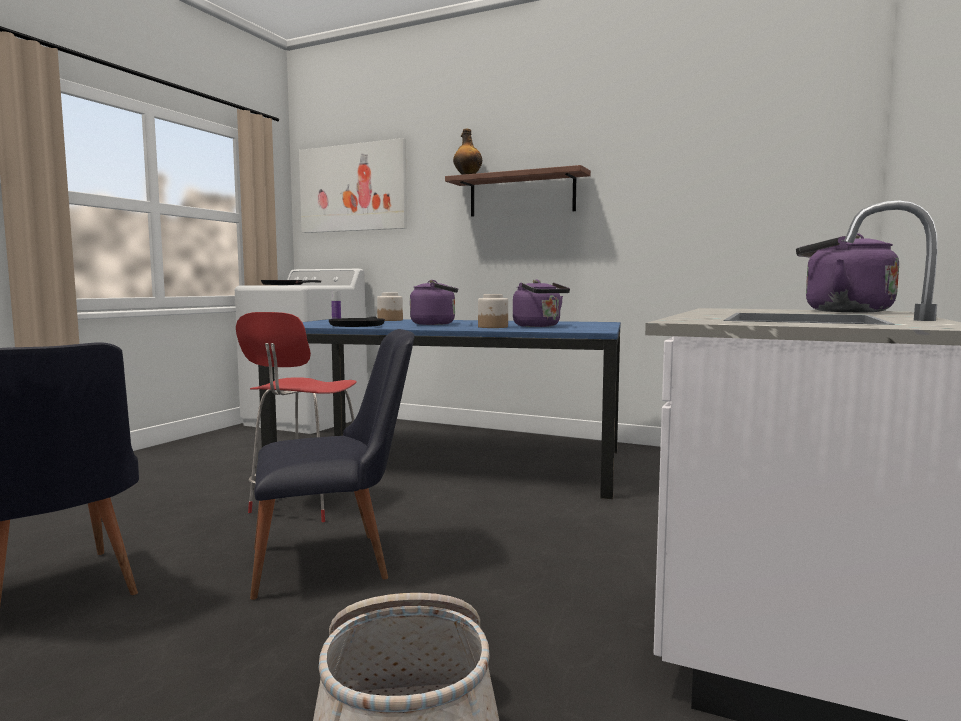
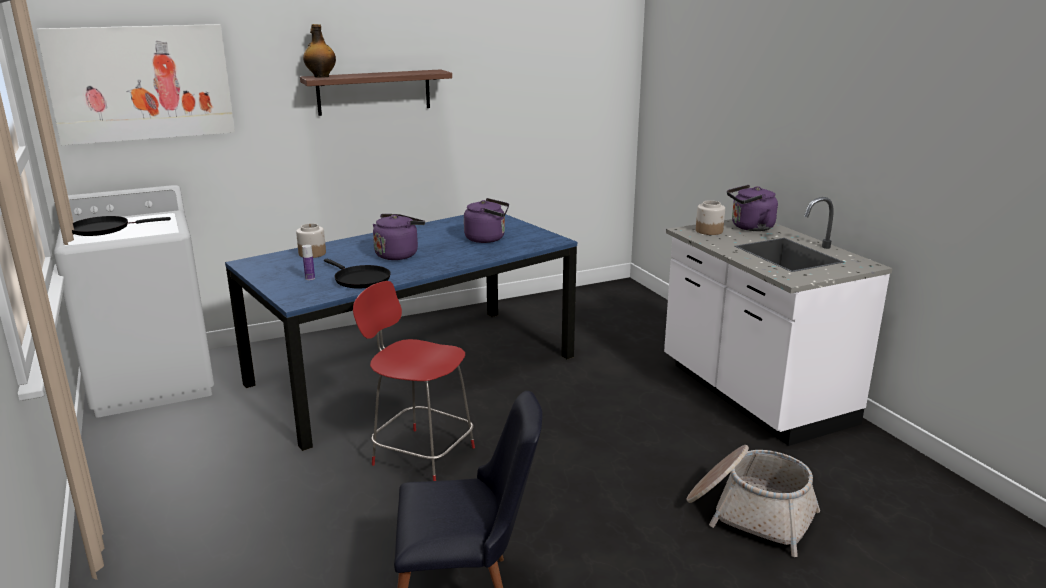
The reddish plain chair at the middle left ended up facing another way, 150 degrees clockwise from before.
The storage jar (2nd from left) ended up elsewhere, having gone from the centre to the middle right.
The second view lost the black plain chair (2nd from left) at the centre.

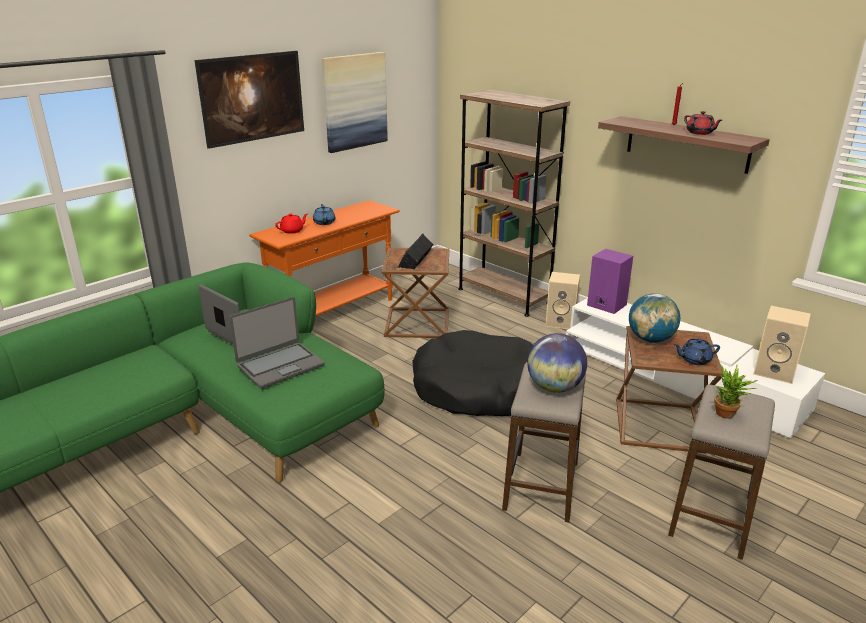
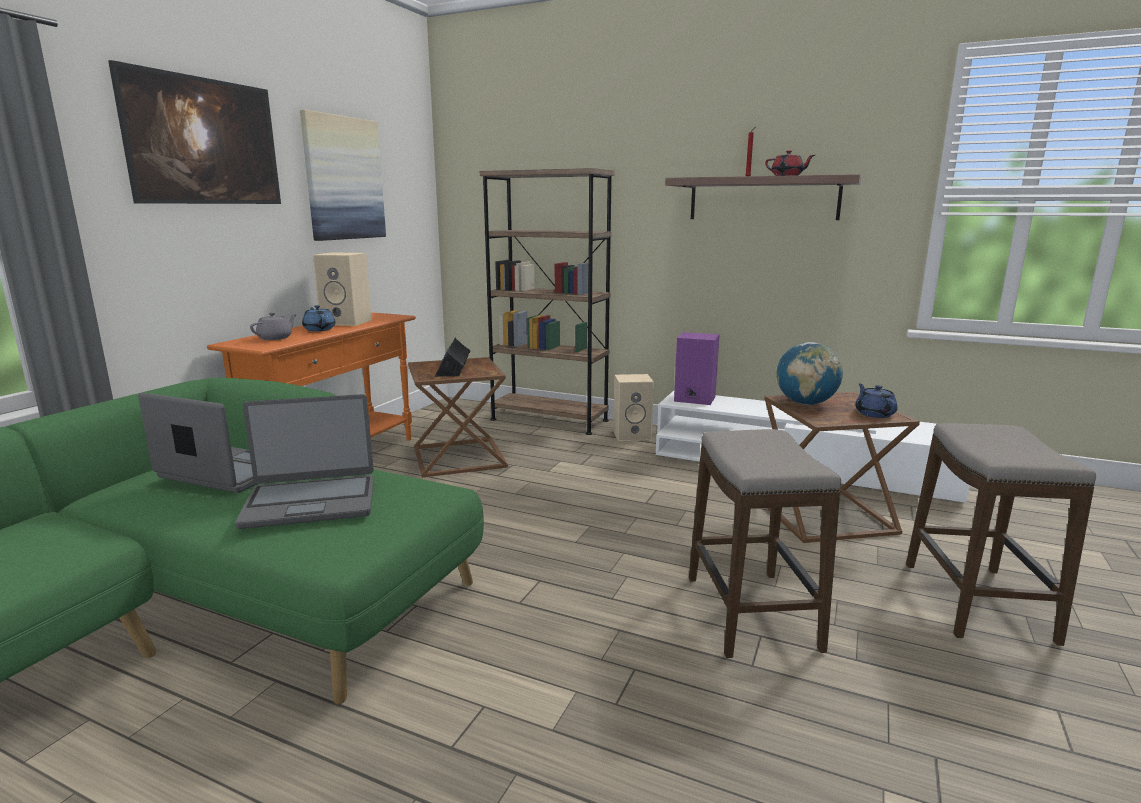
The portable computer (2nd from left) at the middle left ended up facing another way, 45 degrees clockwise from before.
What was the reddish teapot (1st from left) at the centre turned into the gray teapot at the middle left.
The beige-coloured loudspeaker (2nd from left in the first image) ended up elsewhere, having gone from the middle right to the middle left.
The blue-coloured teapot (2nd from left) at the middle right ended up facing another way, 105 degrees clockwise from before.
The second view lost the black dog cushion at the centre.
The second view lost the world globe (1st from left) at the centre.
The second view lost the potted plant at the middle right.

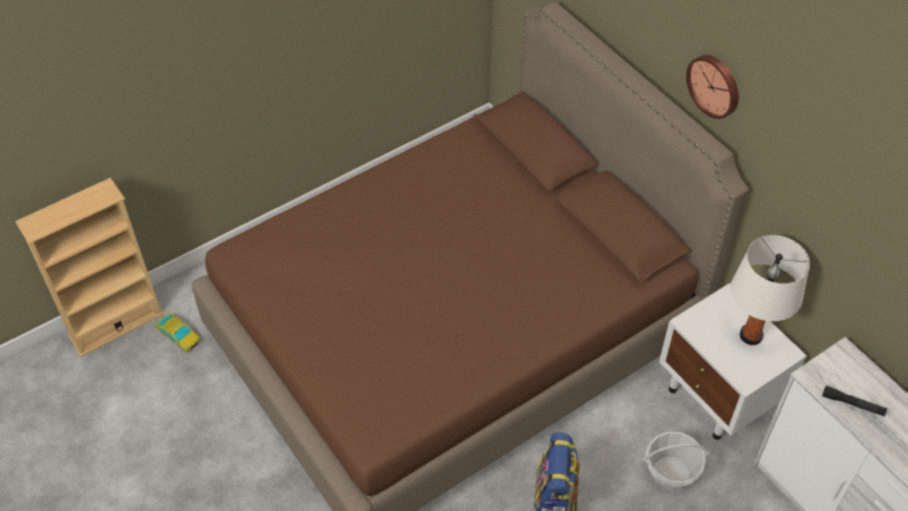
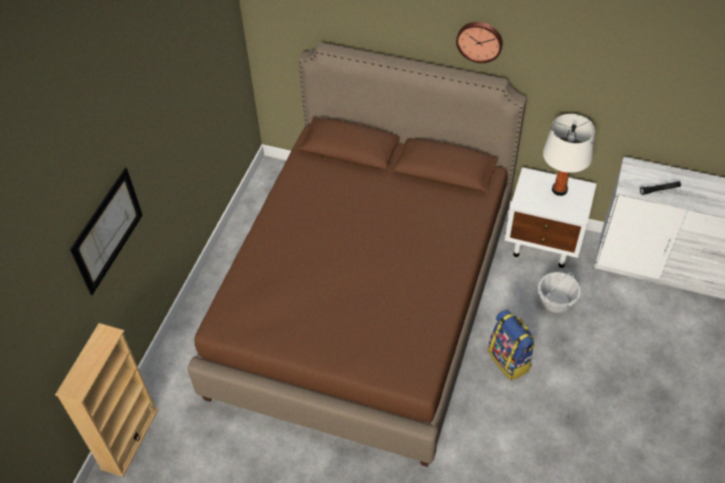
The second view gained the wall art at the middle left.
The second view lost the toy car at the middle left.

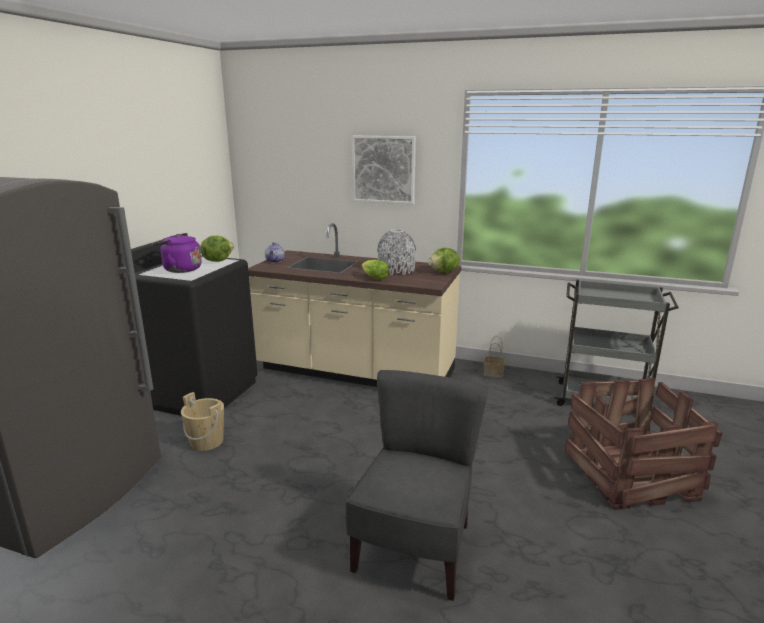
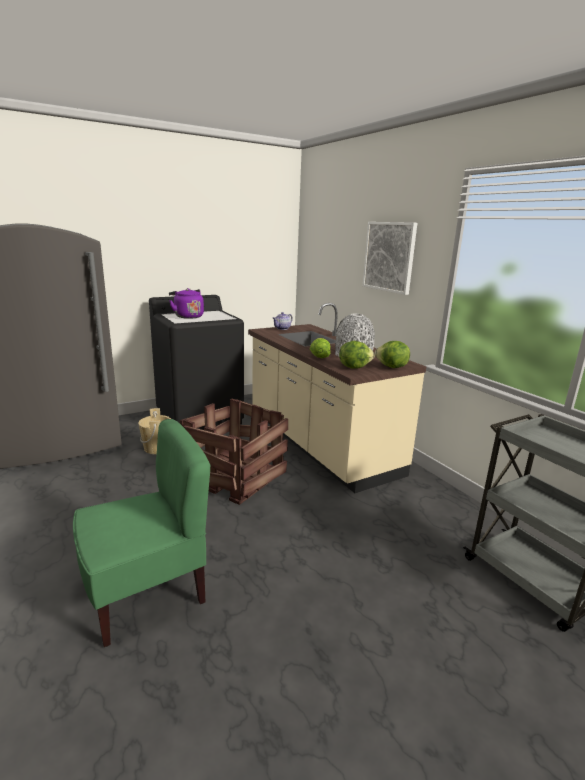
What was the gray plain chair at the bottom centre turned into the green plain chair at the bottom left.
The shipping crate ended up elsewhere, having gone from the bottom right to the centre.
The lettuce head (1st from left in the first image) ended up elsewhere, having gone from the middle left to the centre.
The second view lost the household basket at the centre.

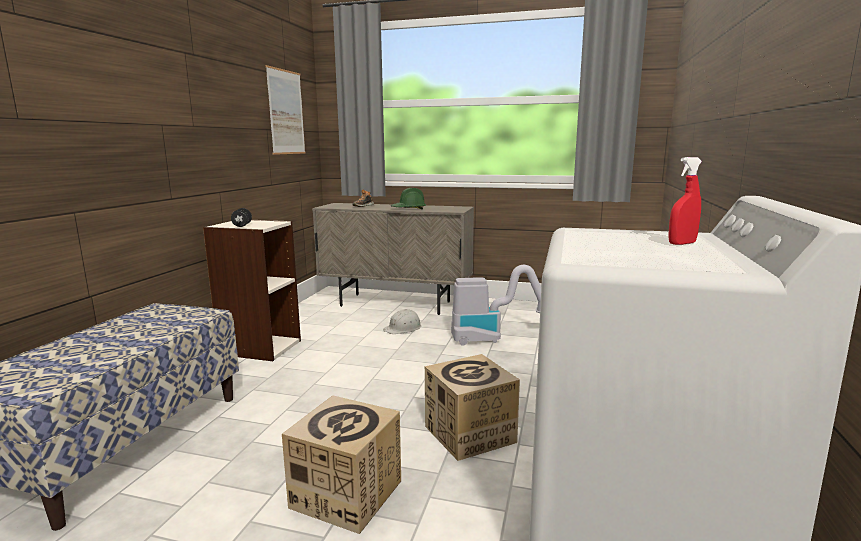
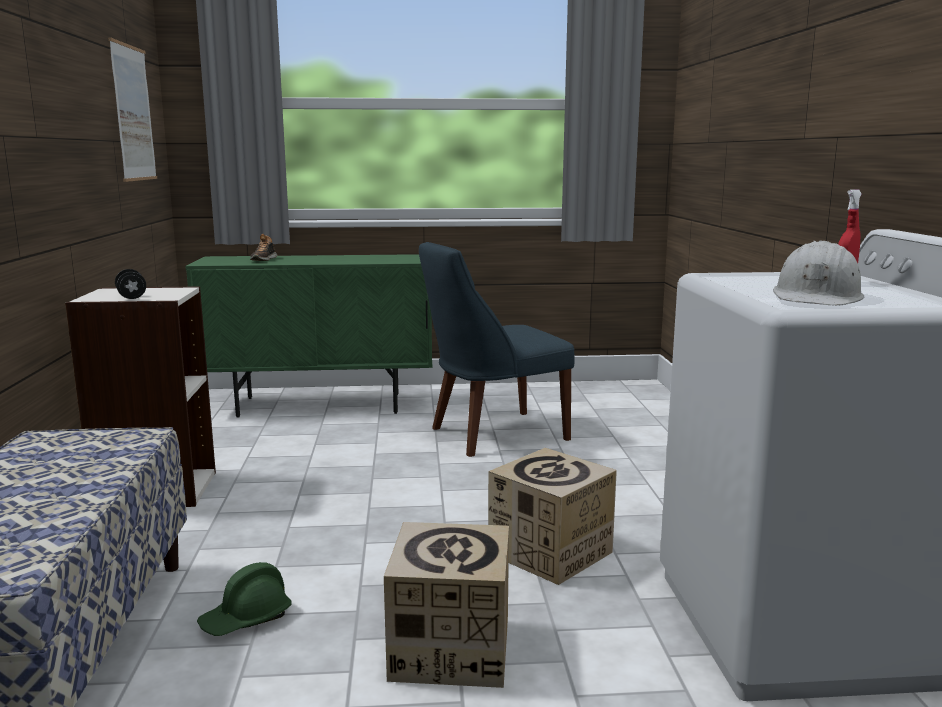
What was the beige-coloured storage cabinet at the centre turned into the green storage cabinet at the middle left.
The green hard hat ended up elsewhere, having gone from the centre to the bottom left.
Where the vacuum stood at the centre, the blue-coloured plain chair came to stand at the centre.
The white-coloured hard hat ended up elsewhere, having gone from the centre to the middle right.

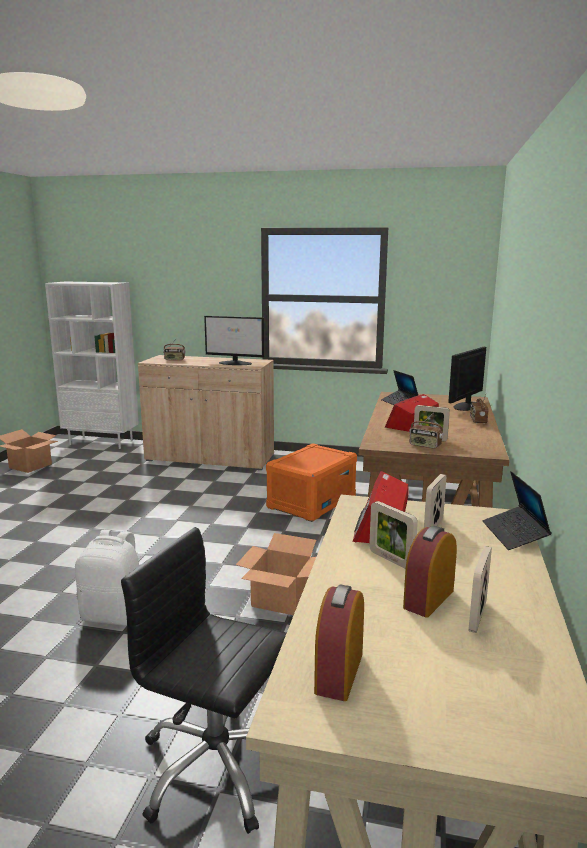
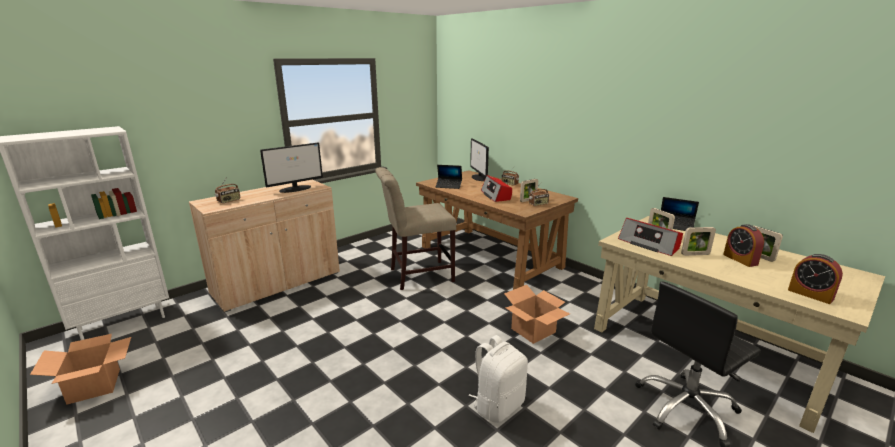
Where the orange-coloured storage box stood at the centre, the beige-coloured plain chair came to stand at the centre.

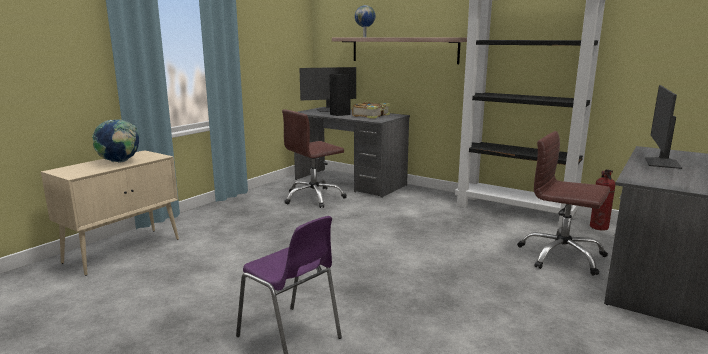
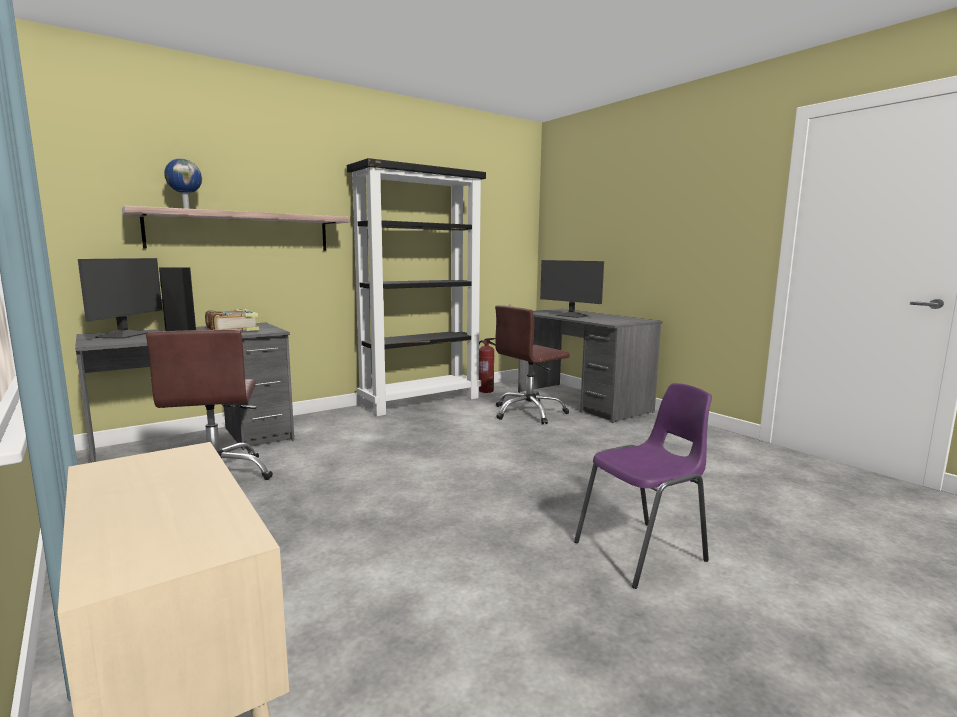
The second view lost the world globe (1st from left) at the middle left.

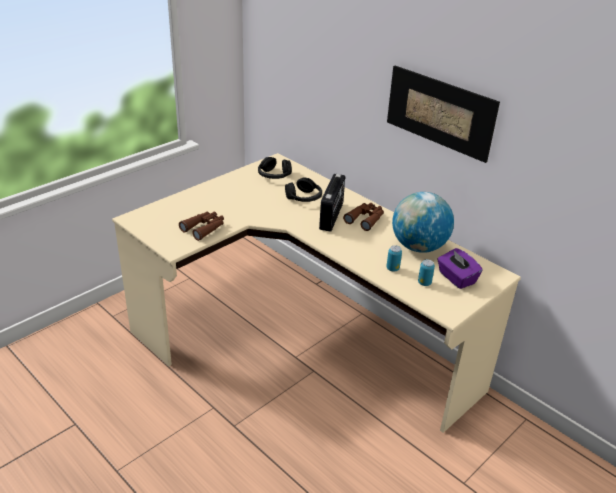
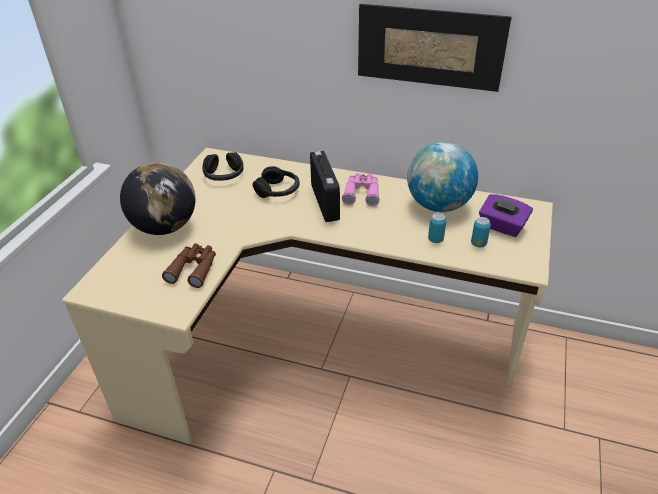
The second view gained the world globe (1st from left) at the middle left.
What was the brown field glasses (2nd from left) at the centre turned into the pinkish field glasses at the centre.

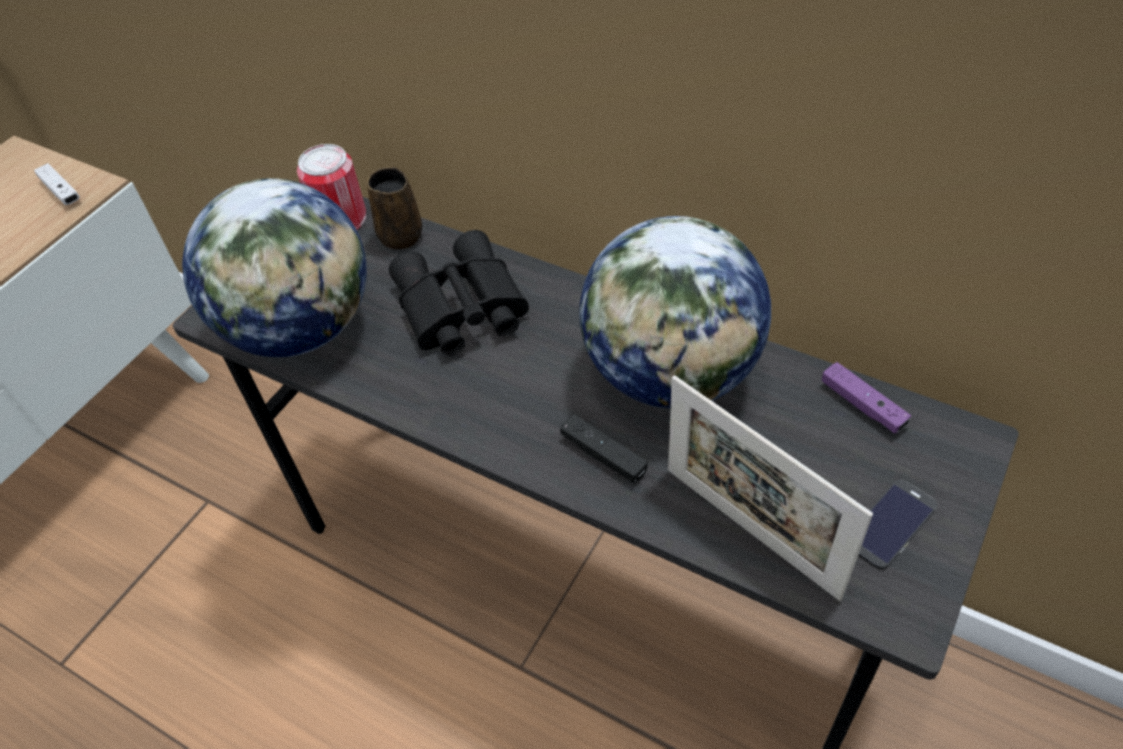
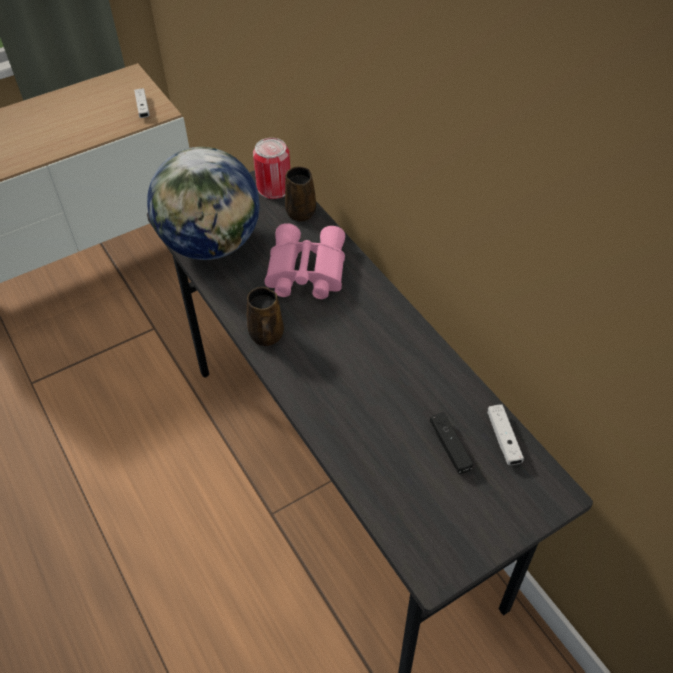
The second view gained the brown tea mug (1st from left) at the centre.
What was the black field glasses at the centre turned into the pinkish field glasses at the centre.
The black game controller ended up elsewhere, having gone from the centre to the middle right.
What was the purple-coloured game controller at the middle right turned into the white-coloured game controller (2nd from left) at the middle right.
The second view lost the world globe (2nd from left) at the centre.
The second view lost the standing frame at the middle right.
The second view lost the telephone at the bottom right.

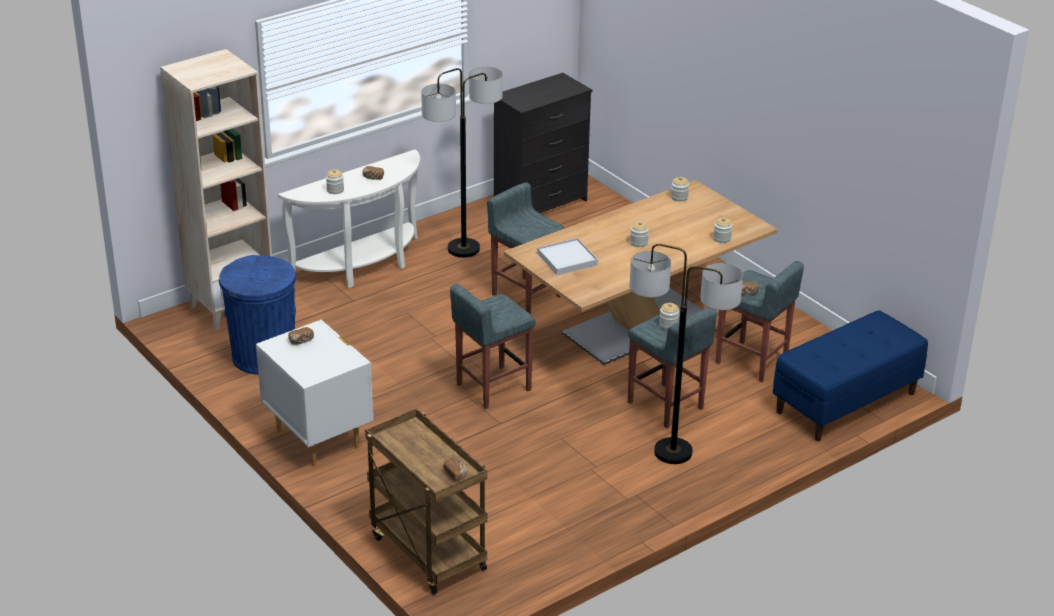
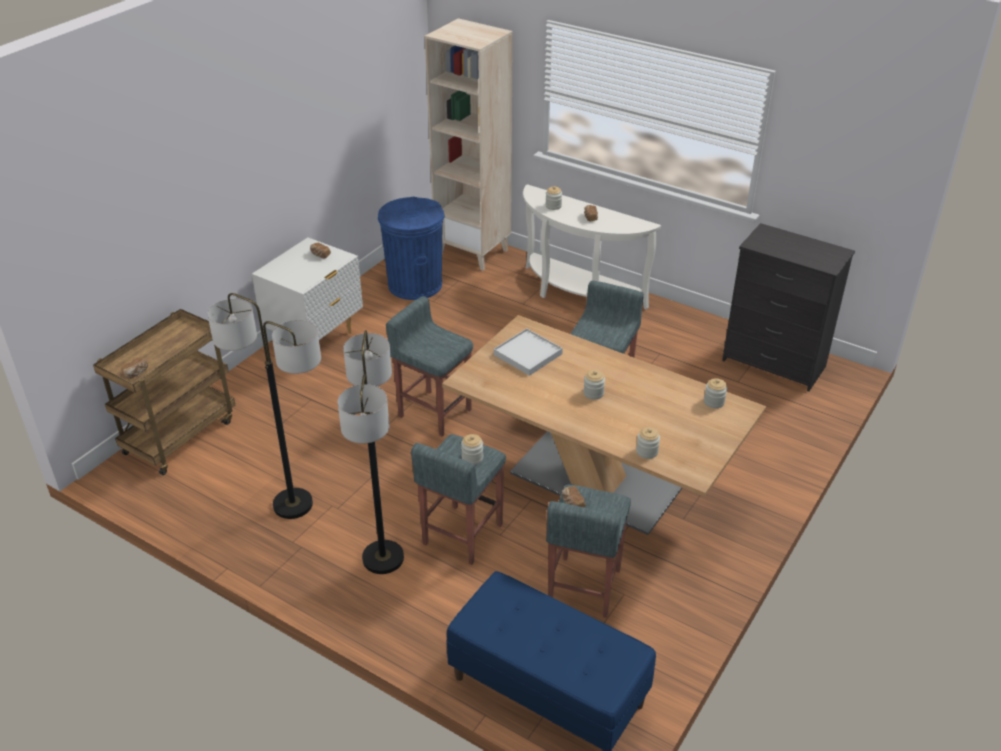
The standard lamp (1st from left) ended up elsewhere, having gone from the top centre to the middle left.

